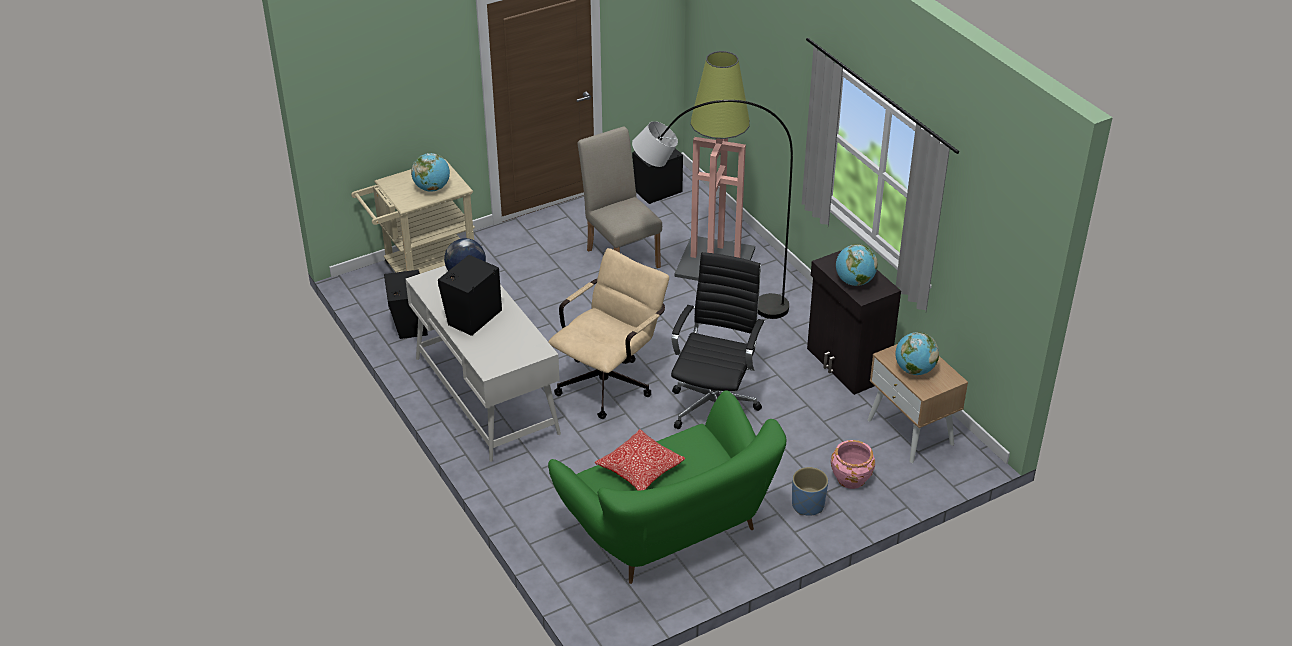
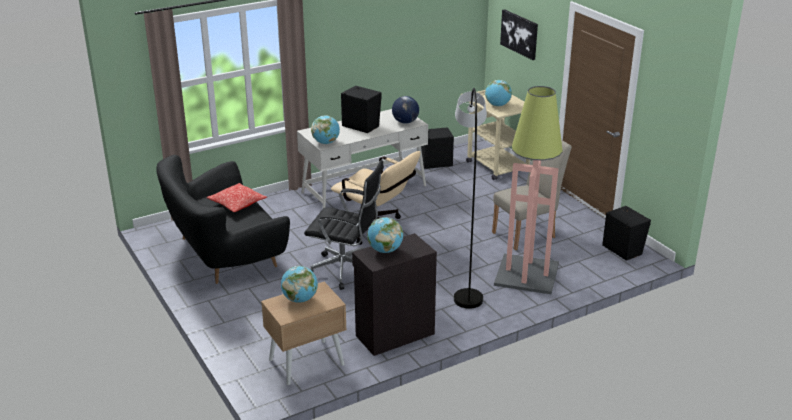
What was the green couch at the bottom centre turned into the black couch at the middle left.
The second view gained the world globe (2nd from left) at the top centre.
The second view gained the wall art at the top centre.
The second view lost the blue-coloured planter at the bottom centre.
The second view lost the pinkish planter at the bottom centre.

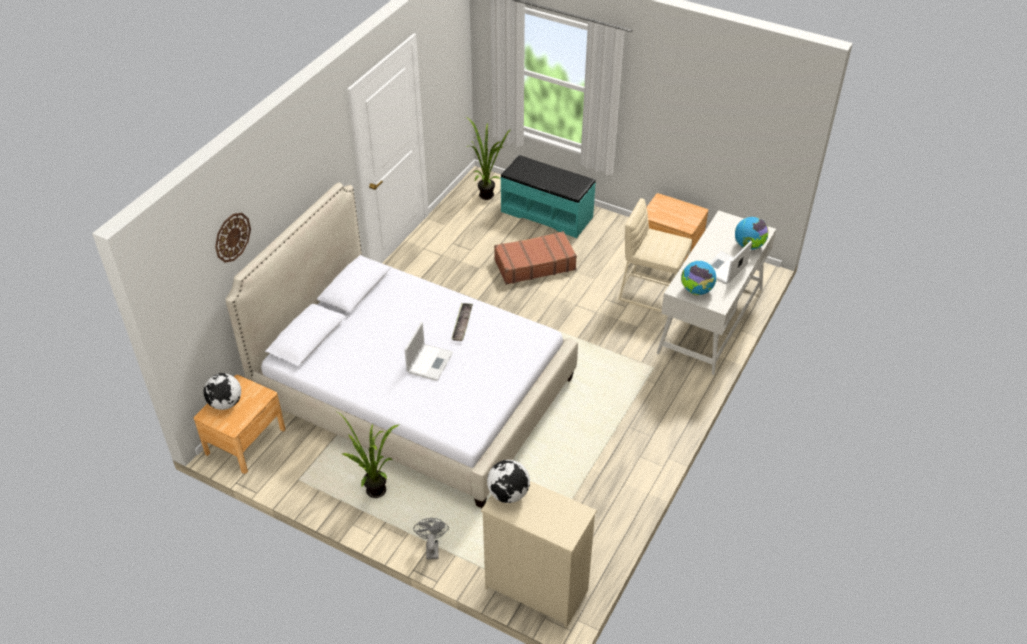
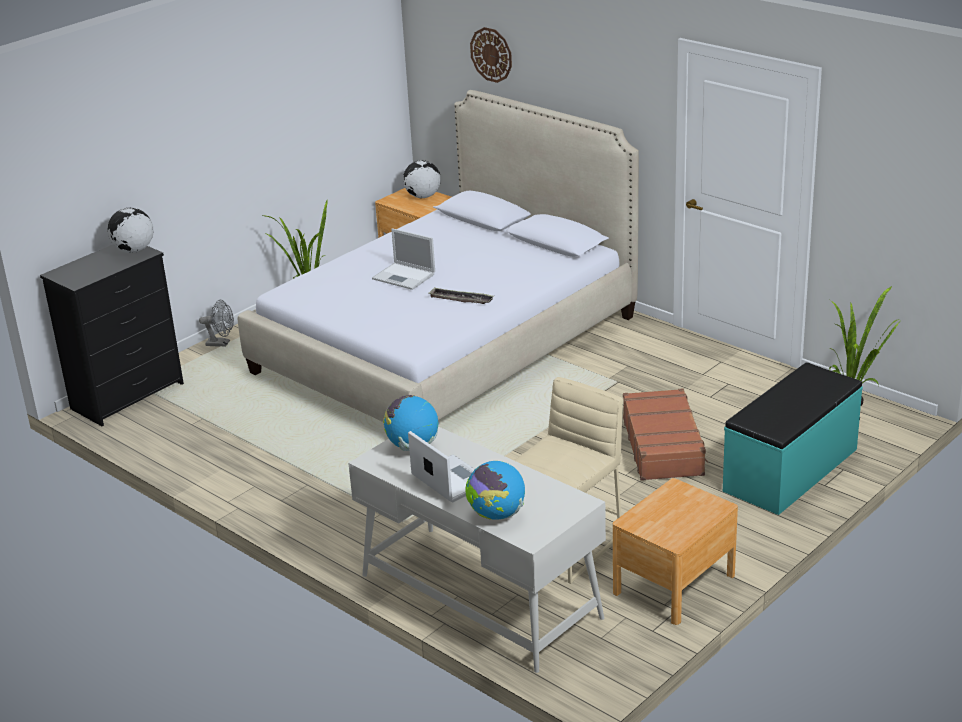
What was the beige-coloured dresser at the bottom centre turned into the black dresser at the middle left.

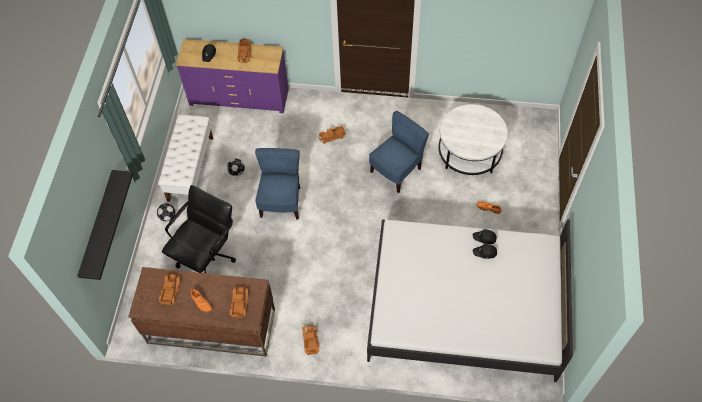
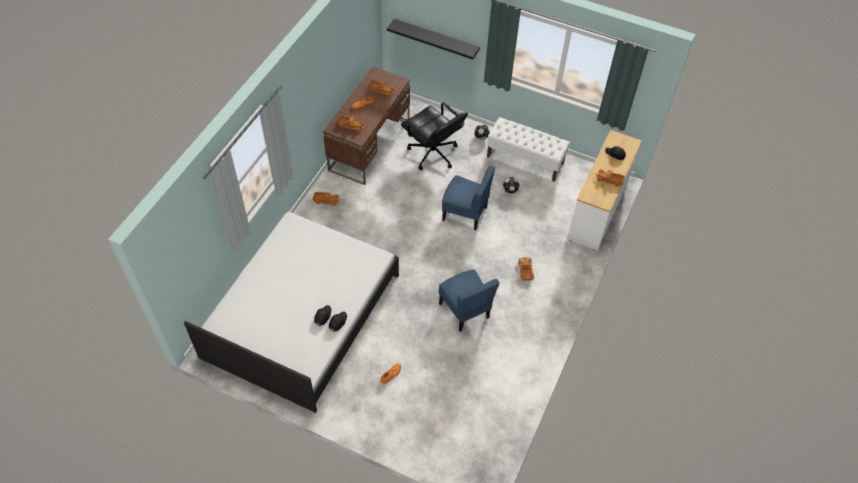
What was the purple-coloured dresser at the top left turned into the white-coloured dresser at the middle right.
The second view lost the white-coloured lounge table at the middle right.

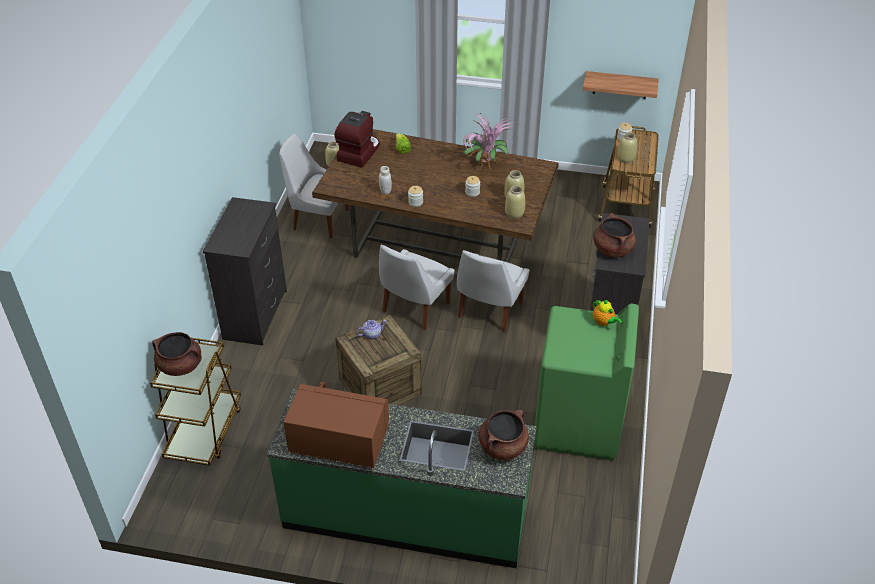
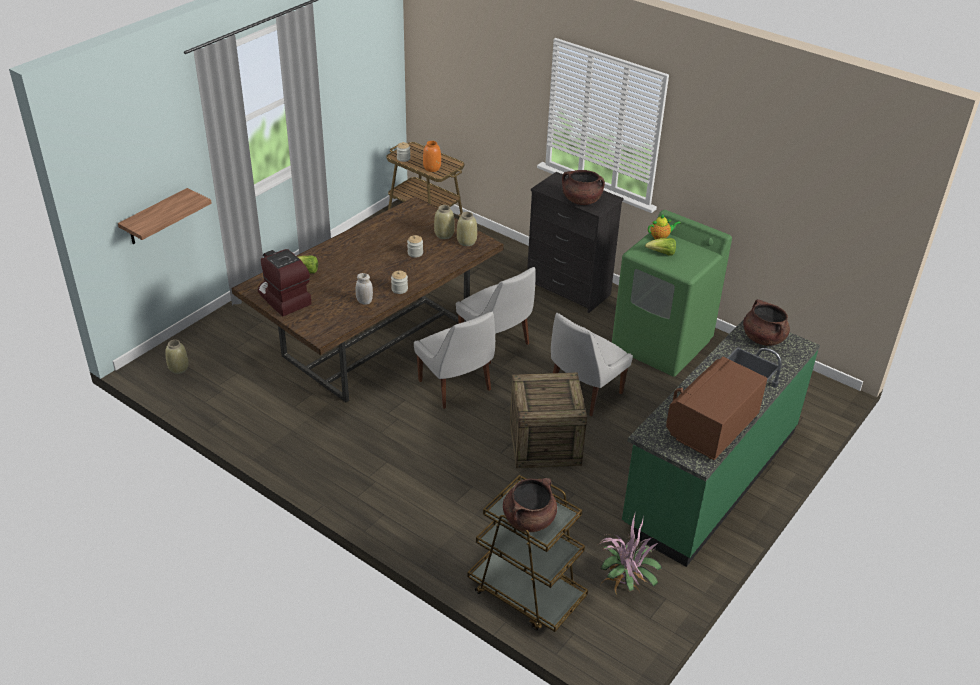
The bracket shelf ended up elsewhere, having gone from the top right to the top left.
What was the beige-coloured flower vase (4th from left) at the top right turned into the orange-coloured flower vase at the top centre.
The white-coloured plain chair (1st from left in the first image) ended up elsewhere, having gone from the top centre to the centre.
The potted plant ended up elsewhere, having gone from the top centre to the bottom centre.
The second view gained the lettuce head (2nd from left) at the middle right.
The second view lost the black dresser (1st from left) at the middle left.
The second view lost the teapot (1st from left) at the centre.

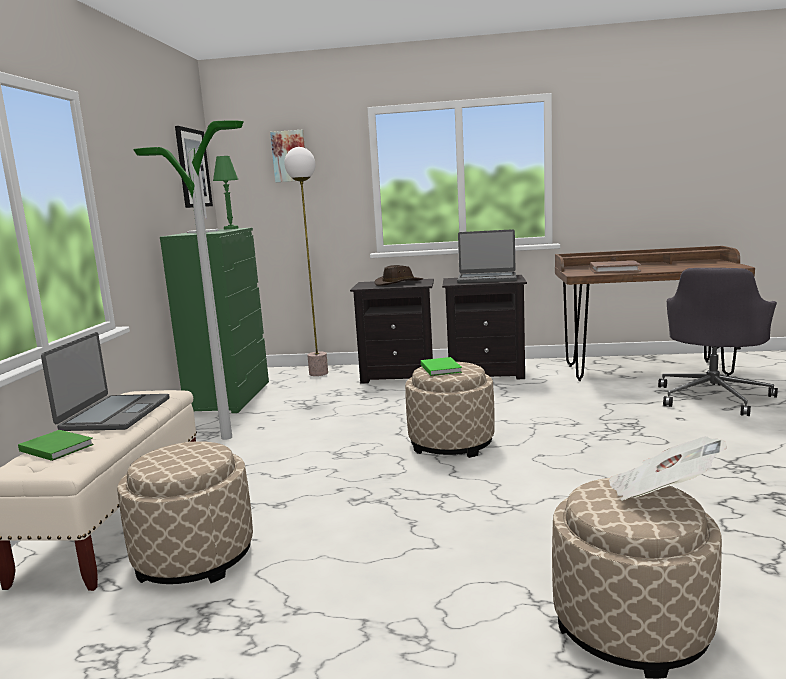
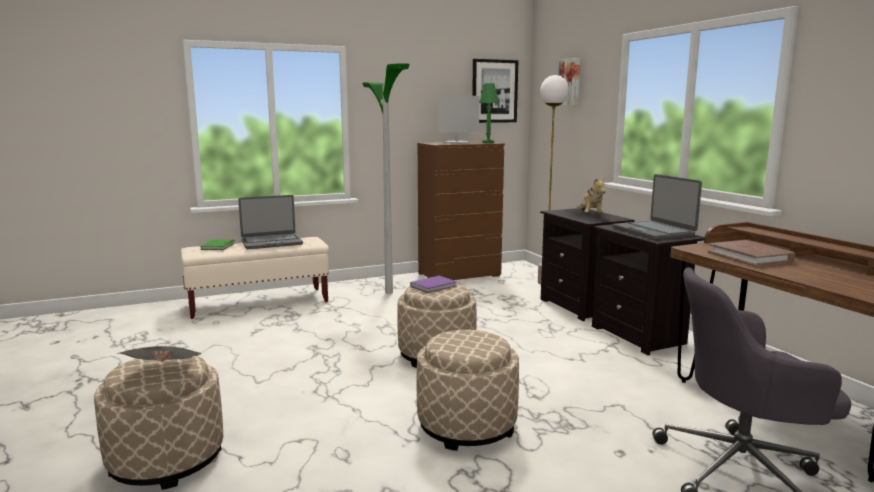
What was the green book (2nd from left) at the centre turned into the purple-coloured book at the centre.
What was the green dresser at the middle left turned into the brown dresser at the centre.
The beige-coloured footrest (1st from left in the first image) ended up elsewhere, having gone from the bottom left to the bottom centre.
Where the brown hat stood at the centre, the cuddly toy came to stand at the middle right.

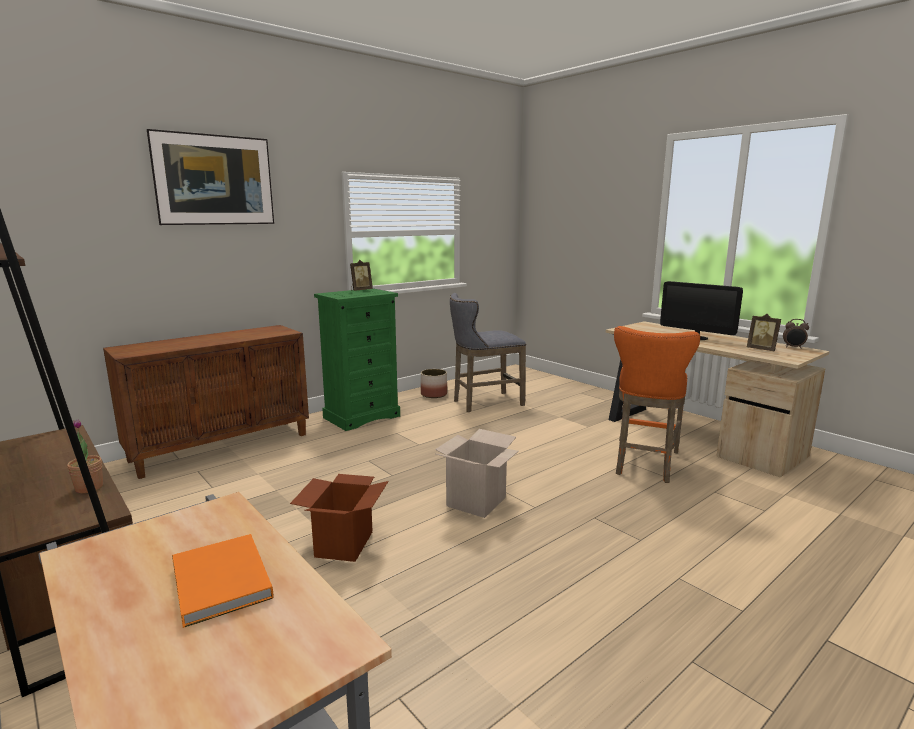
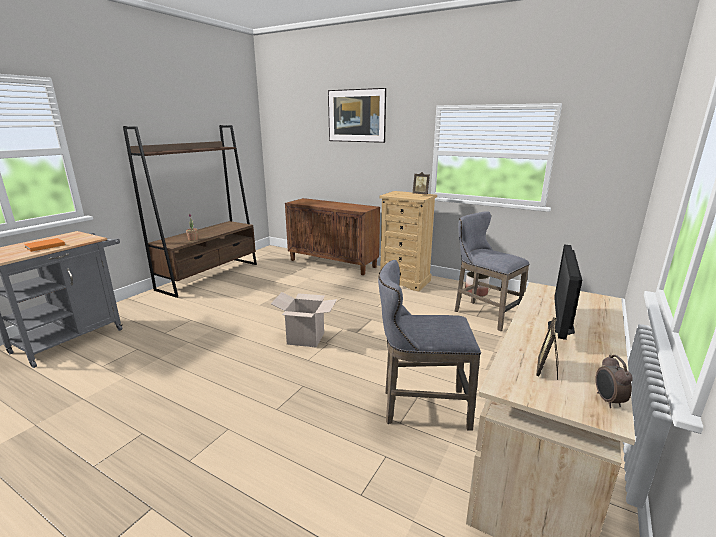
What was the orange-coloured stool seat at the middle right turned into the gray stool seat (1st from left) at the centre.
What was the green dresser at the centre turned into the beige-coloured dresser at the centre.
The second view lost the carton (1st from left) at the bottom centre.

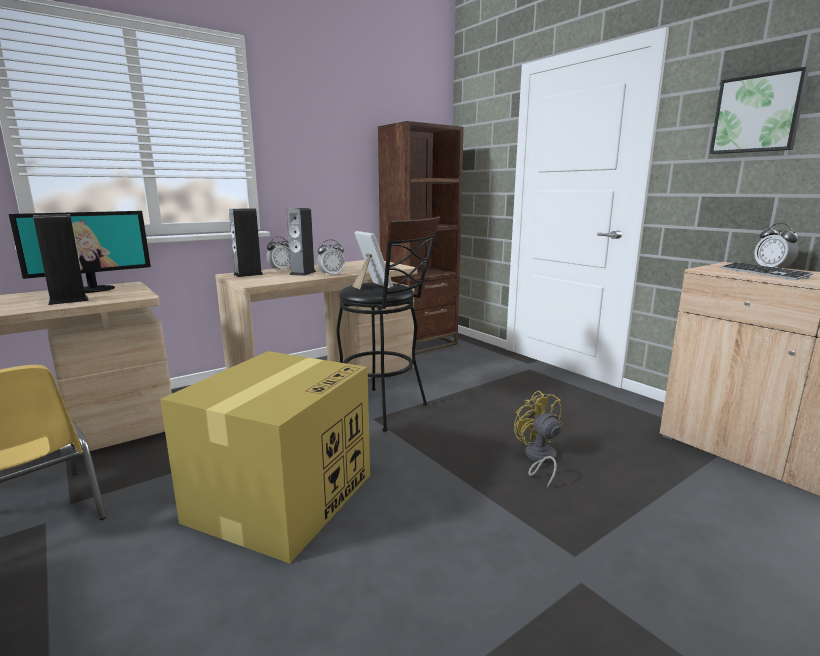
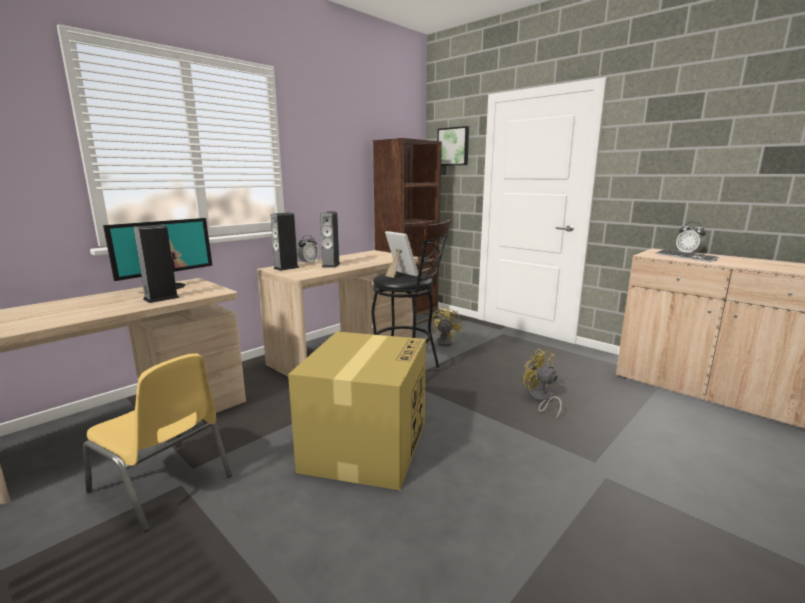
The second view gained the yellow fan (1st from left) at the centre.
The wall art ended up elsewhere, having gone from the top right to the top centre.
The second view lost the bedside clock (2nd from left) at the centre.

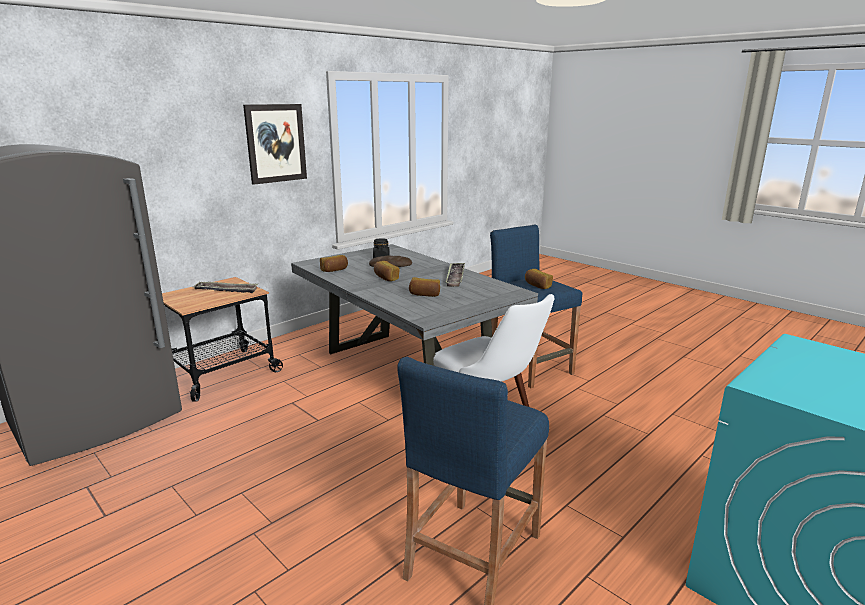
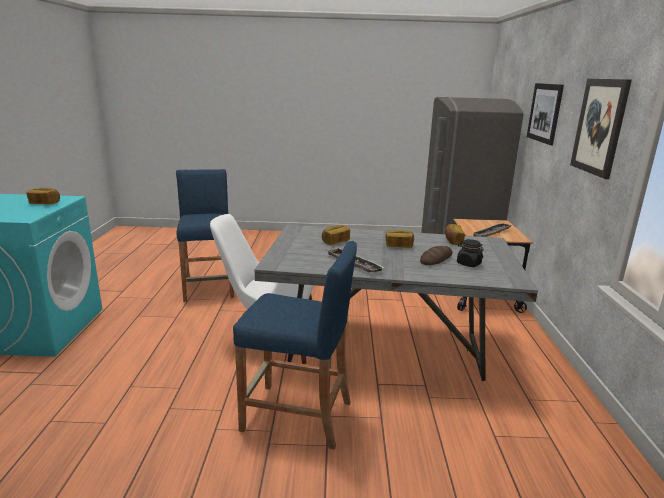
The bakery bread (5th from left in the first image) ended up elsewhere, having gone from the centre to the middle left.
The second view gained the wall art (1st from left) at the top right.

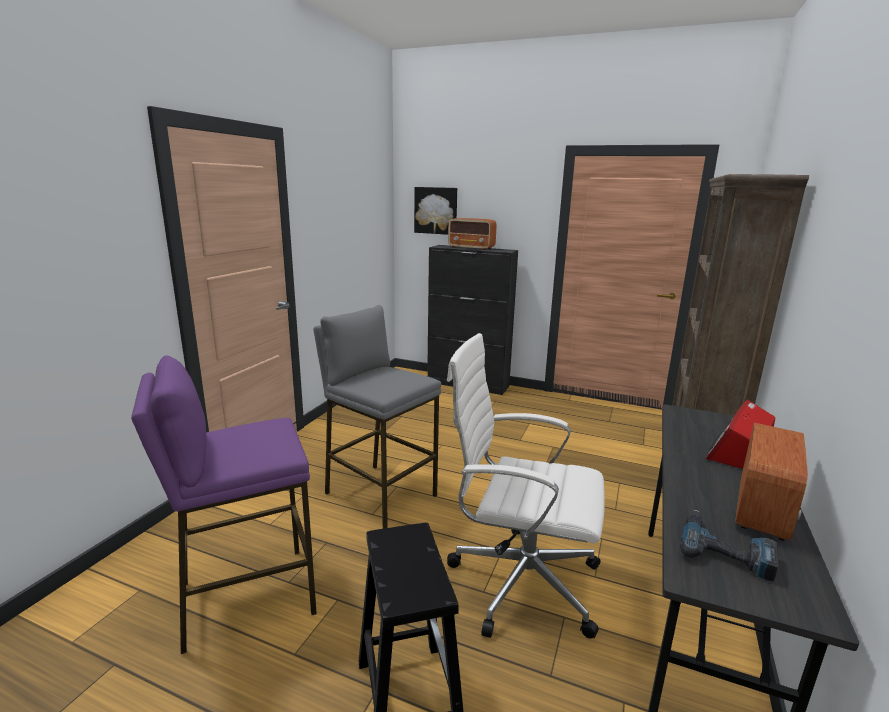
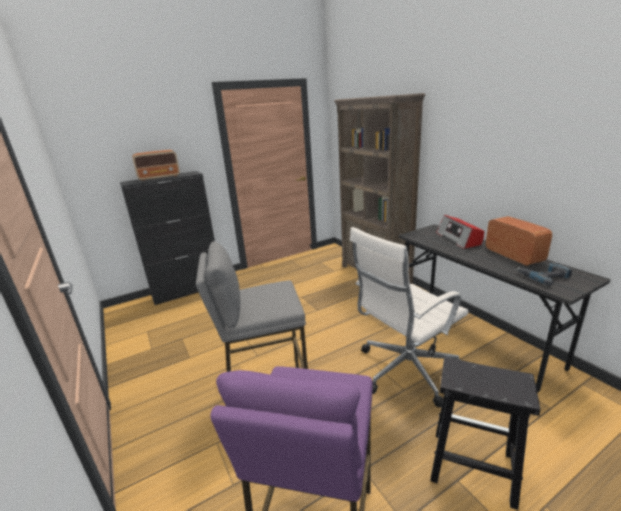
The second view lost the wall art at the top centre.

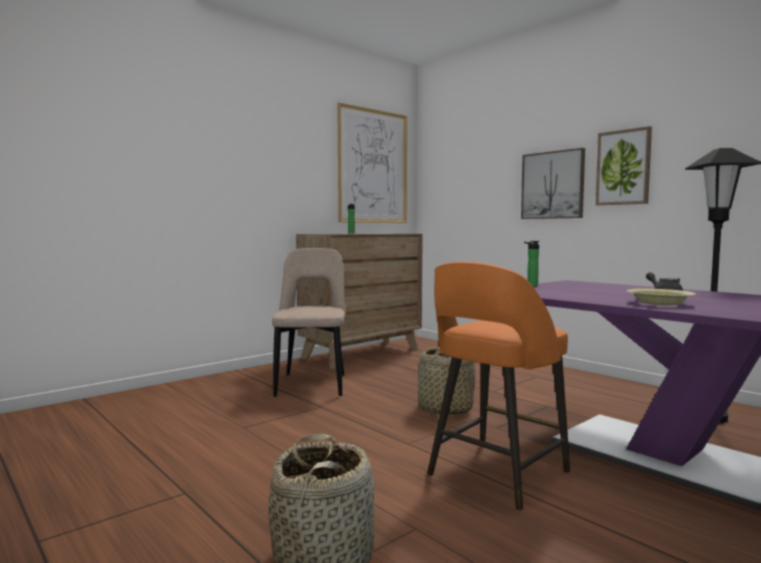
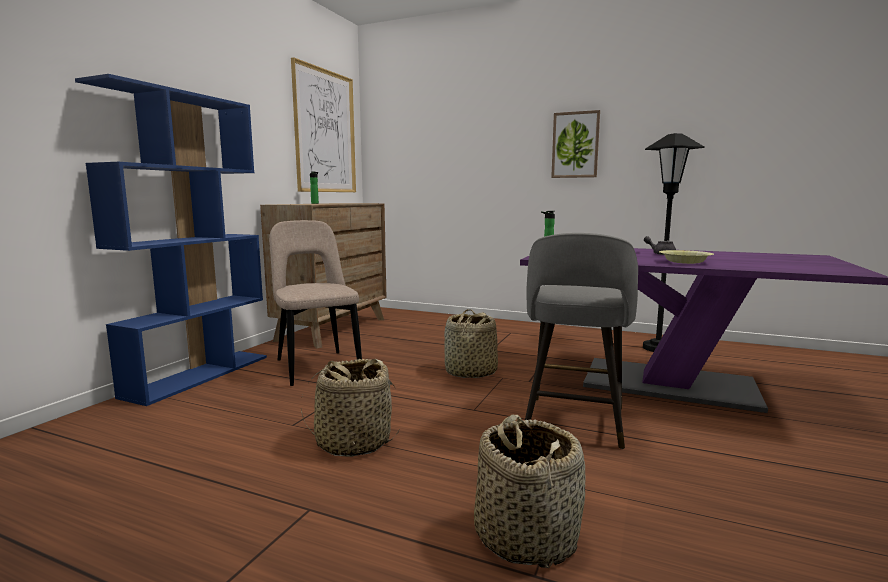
The second view gained the blue-coloured shelving unit at the middle left.
The second view gained the household basket (1st from left) at the bottom centre.
What was the orange-coloured stool seat at the bottom centre turned into the gray stool seat at the centre.
The second view lost the wall art (2nd from left) at the top right.

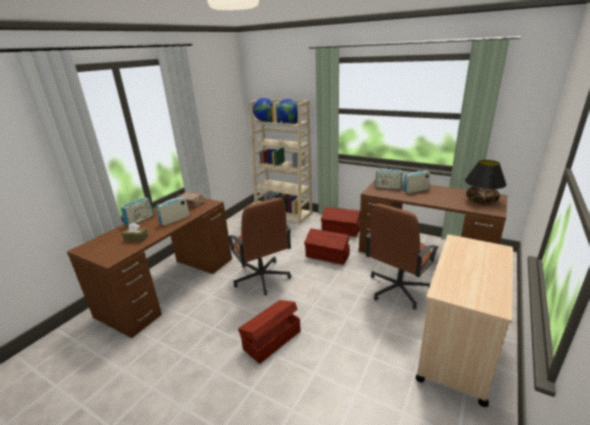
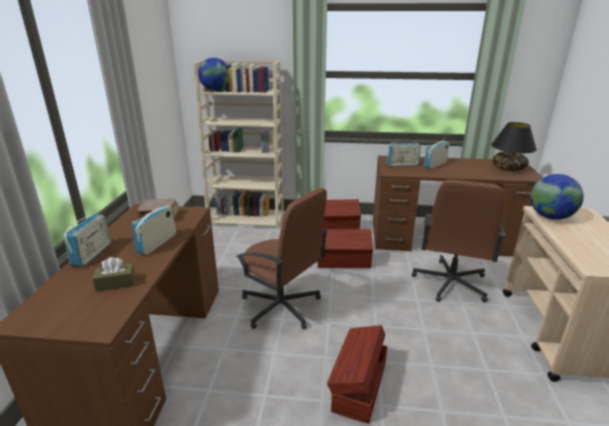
The world globe (2nd from left) ended up elsewhere, having gone from the top centre to the middle right.

